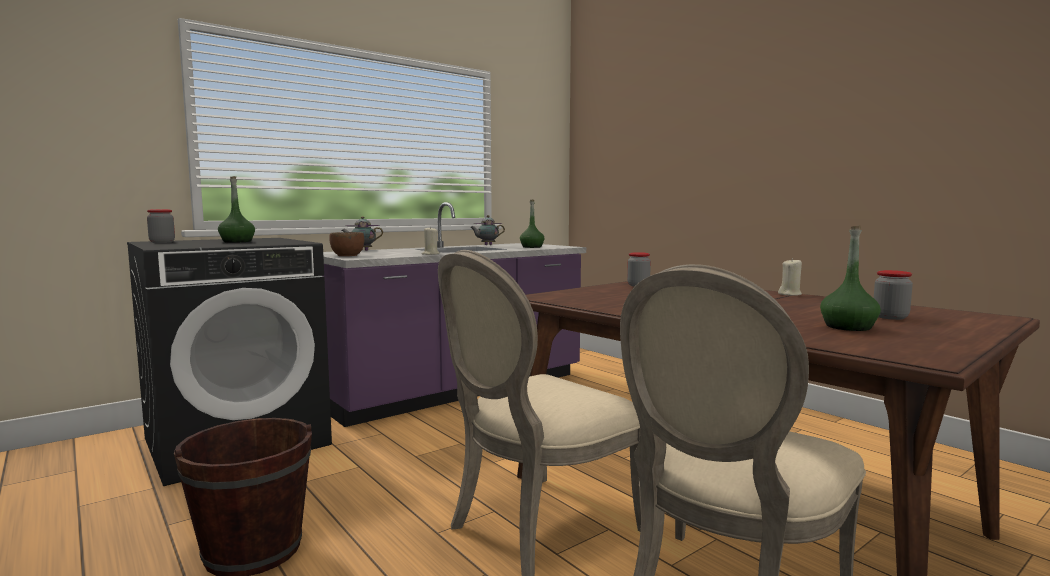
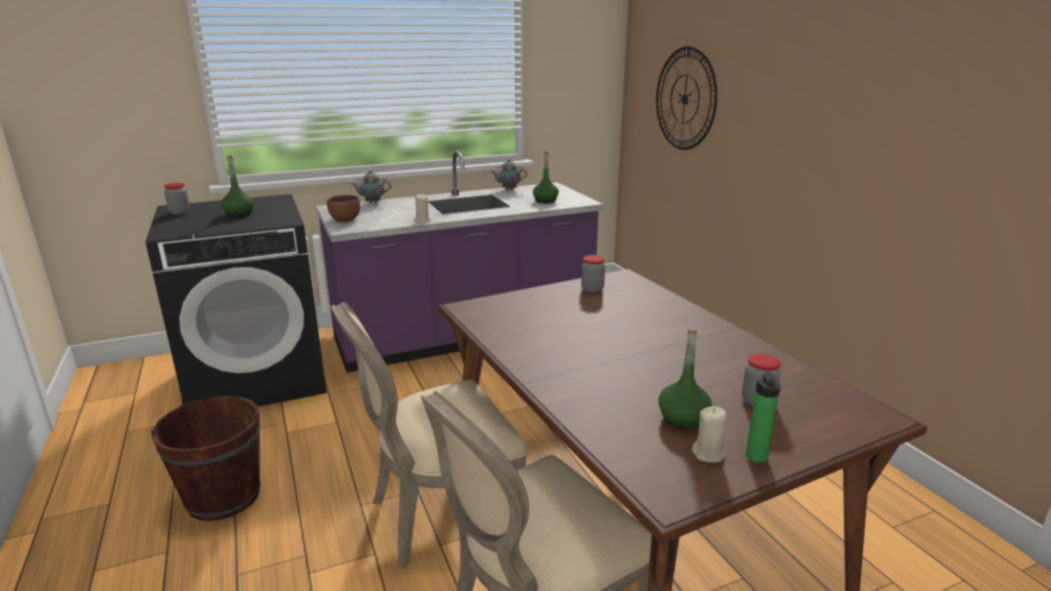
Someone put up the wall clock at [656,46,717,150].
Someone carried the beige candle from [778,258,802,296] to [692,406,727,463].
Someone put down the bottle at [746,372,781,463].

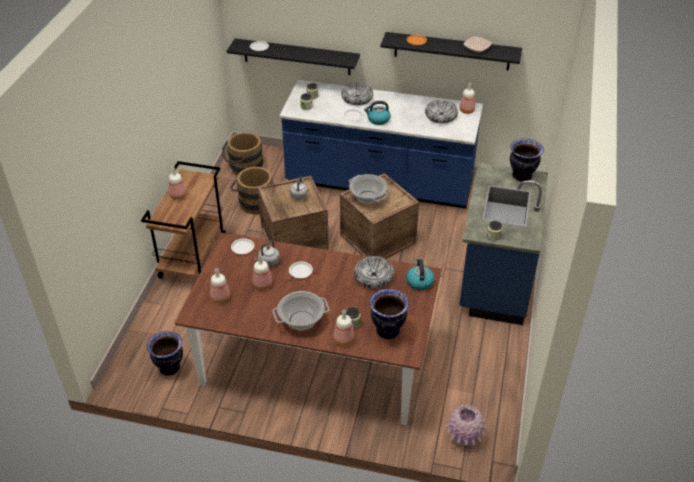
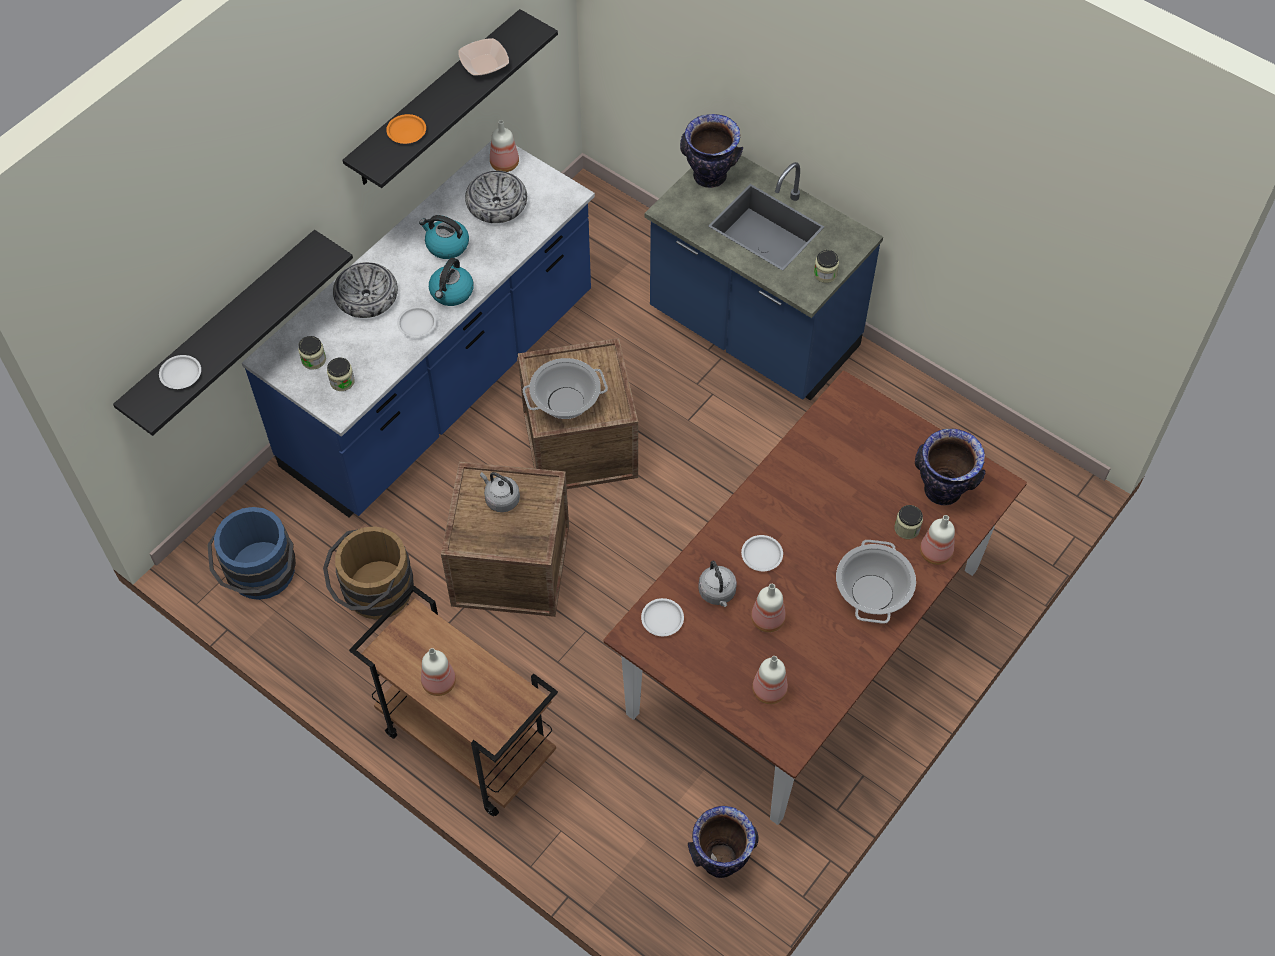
Someone repainted the brown bucket at [222,132,263,176], which became the blue bucket at [207,507,296,600].
Someone carried the kettle from [406,258,434,290] to [419,215,469,259].
Someone took away the bowl at [354,256,394,288].
Someone took away the pink vase at [445,404,487,446].

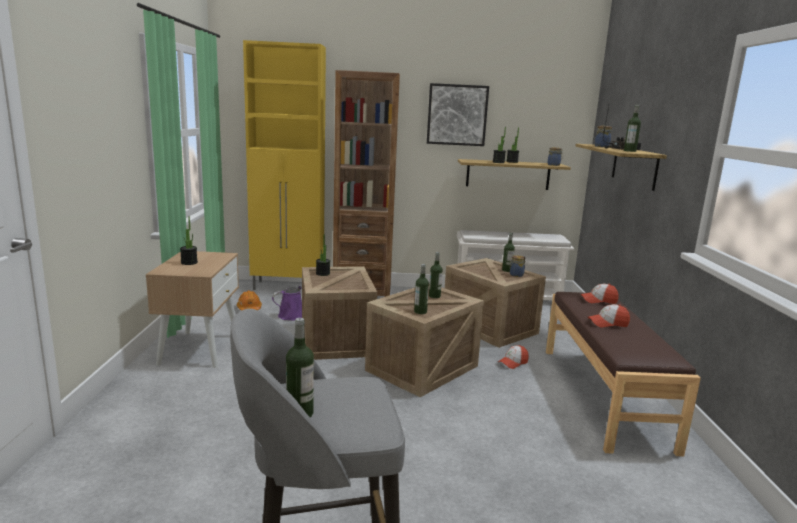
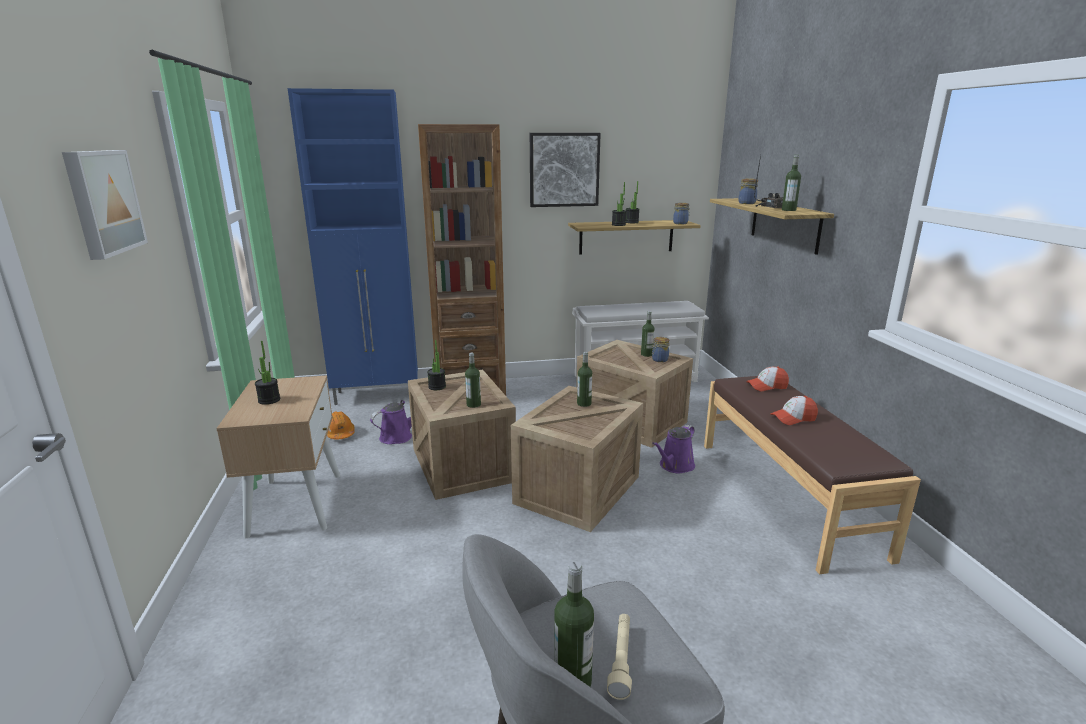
Someone put up the picture at [62,150,148,260].
Someone repainted the yellow cabinet at [243,40,326,290], which became the blue cabinet at [288,88,418,405].
Someone carried the bottle from [414,264,429,314] to [465,352,481,408].
Someone put down the beige flashlight at [607,614,632,700].
Someone swapped the cap at [498,345,529,369] for the purple watering can at [652,425,695,474].

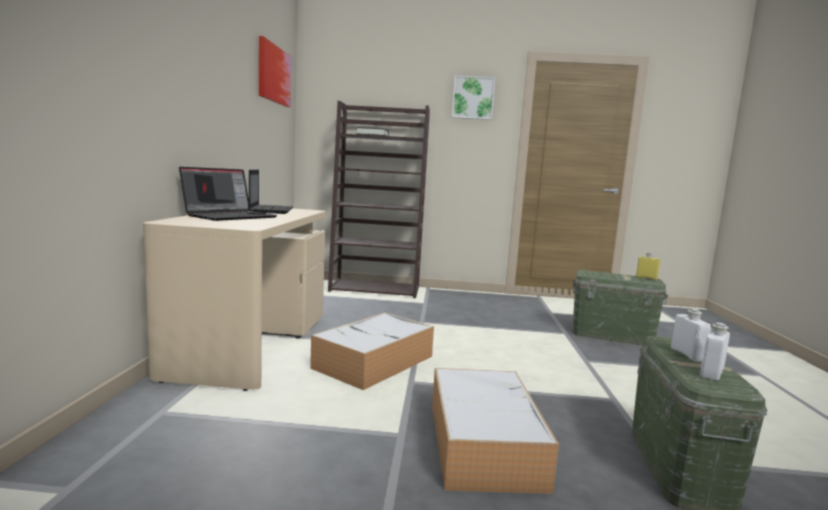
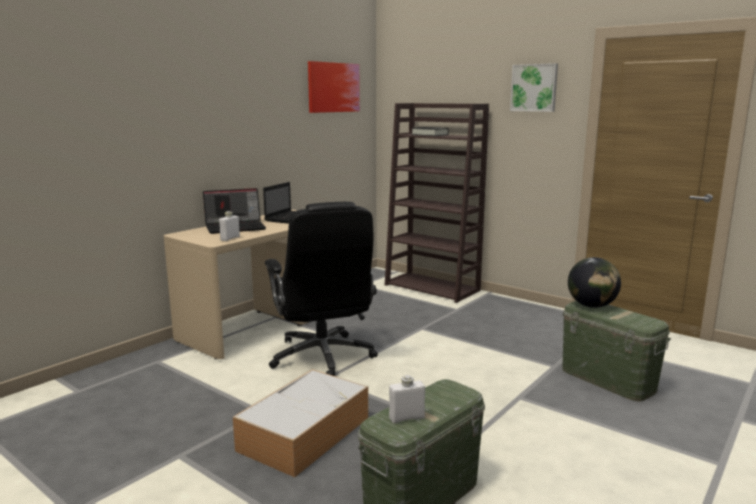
Someone carried the white bottle from [671,309,711,362] to [219,211,240,241].
Someone swapped the storage box at [310,312,434,390] for the black office chair at [265,202,378,376].
Someone put down the globe at [568,257,621,308].
Someone took away the yellow bottle at [636,252,660,280].

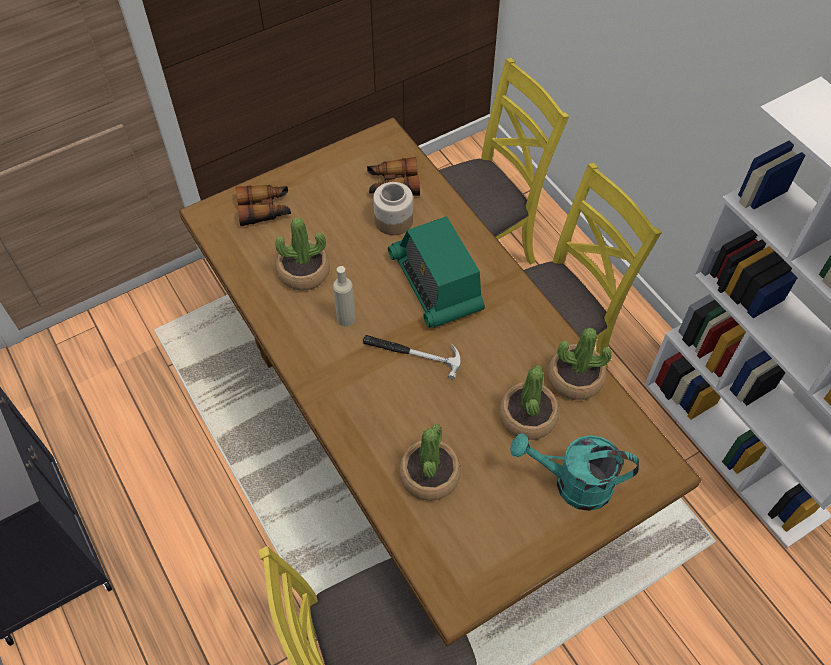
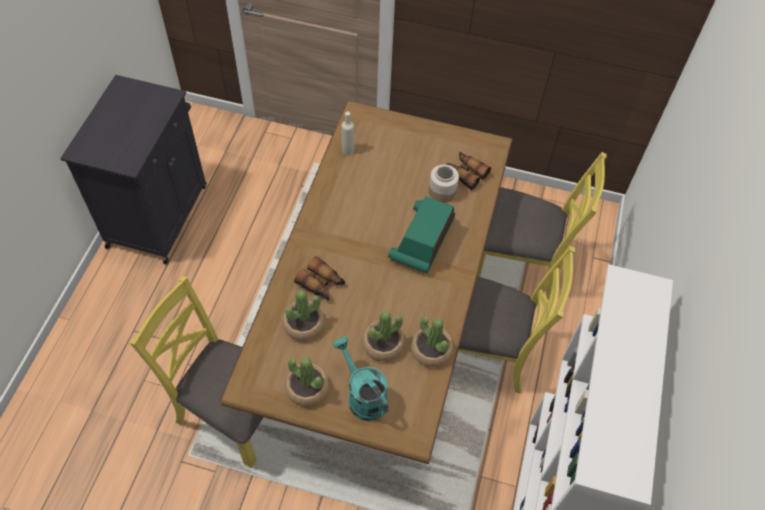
Someone carried the potted plant from [275,217,330,291] to [285,357,329,406].
Someone carried the binoculars from [236,185,291,226] to [294,256,345,300].
Someone carried the beige bottle from [333,266,356,327] to [341,112,354,155].
Someone took away the hammer at [363,335,460,380].

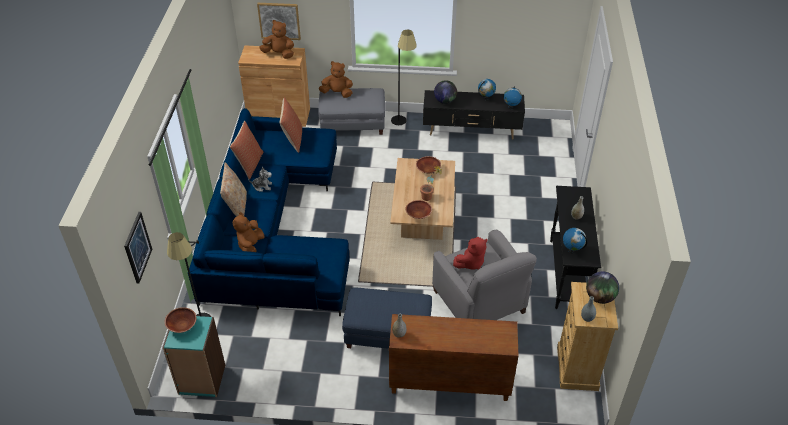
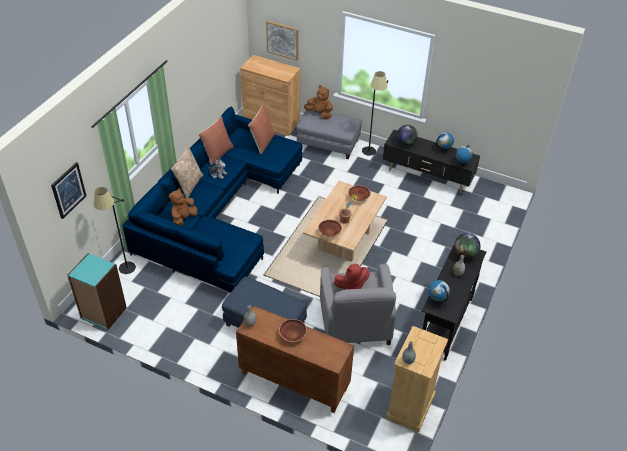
Someone carried the brown bowl from [165,307,196,333] to [279,319,307,342].
Someone carried the globe from [586,271,619,304] to [454,233,480,259].
Someone took away the brown plush toy at [259,20,294,59].

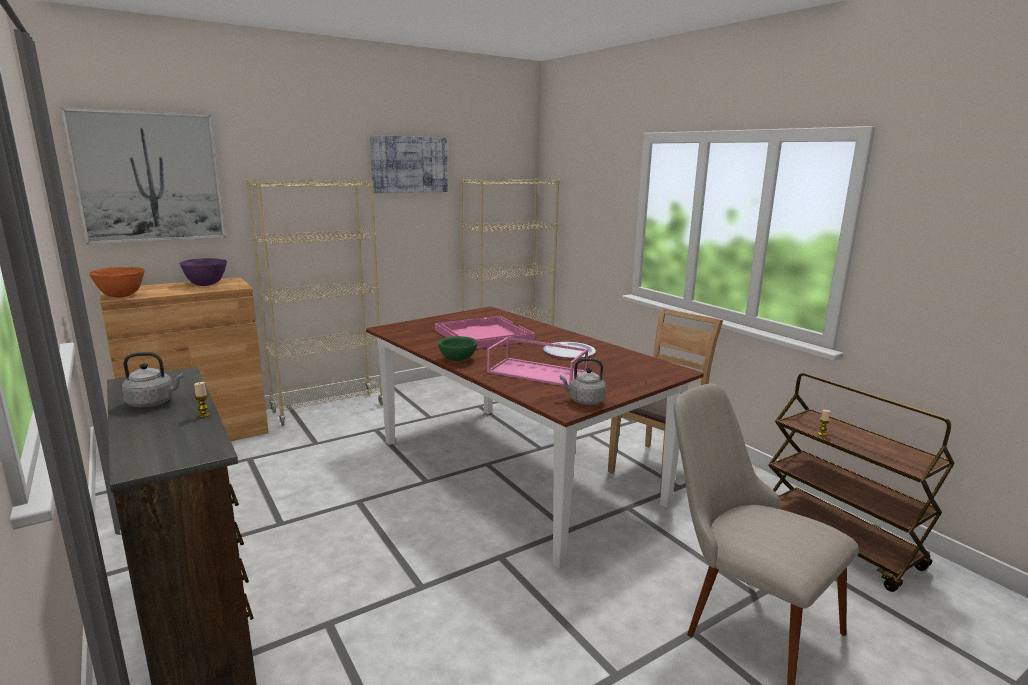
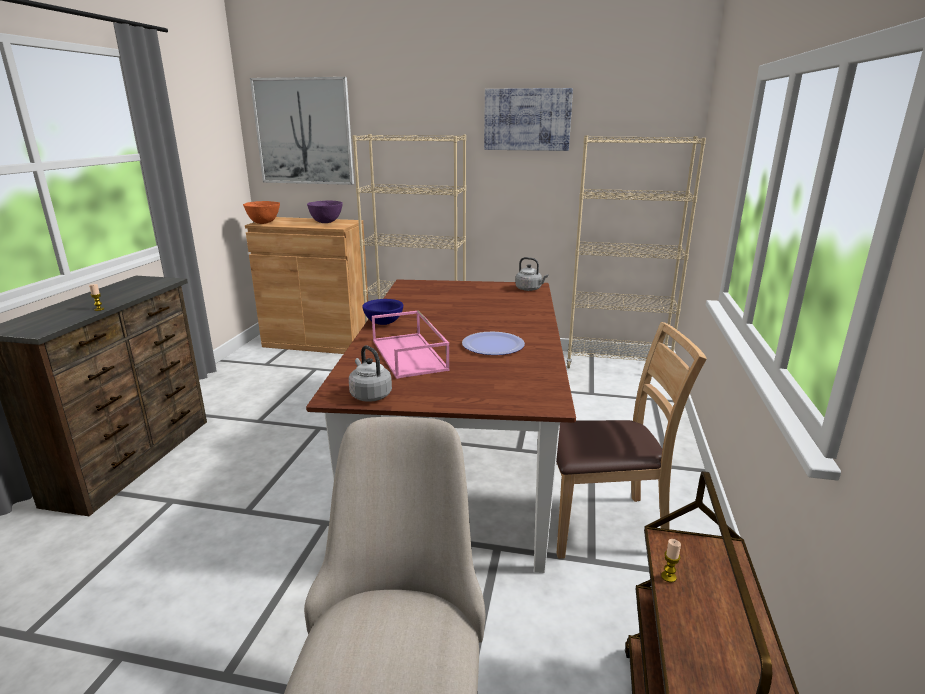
Someone repainted the green bowl at [438,336,478,361], which became the blue bowl at [362,299,403,325].
Someone carried the grey kettle from [121,352,184,408] to [515,257,548,291].
Someone took away the pink tray at [435,316,535,349].

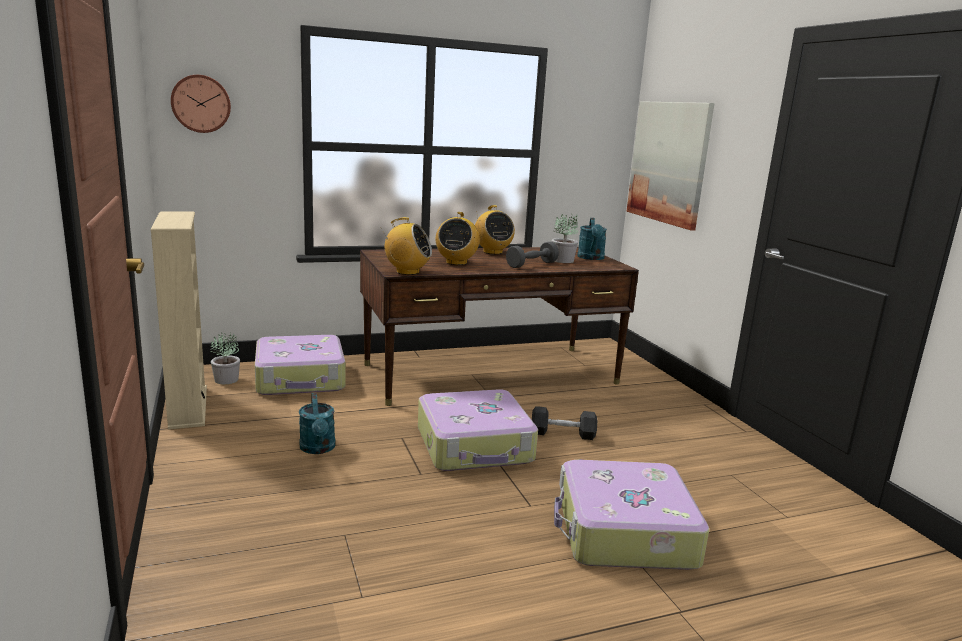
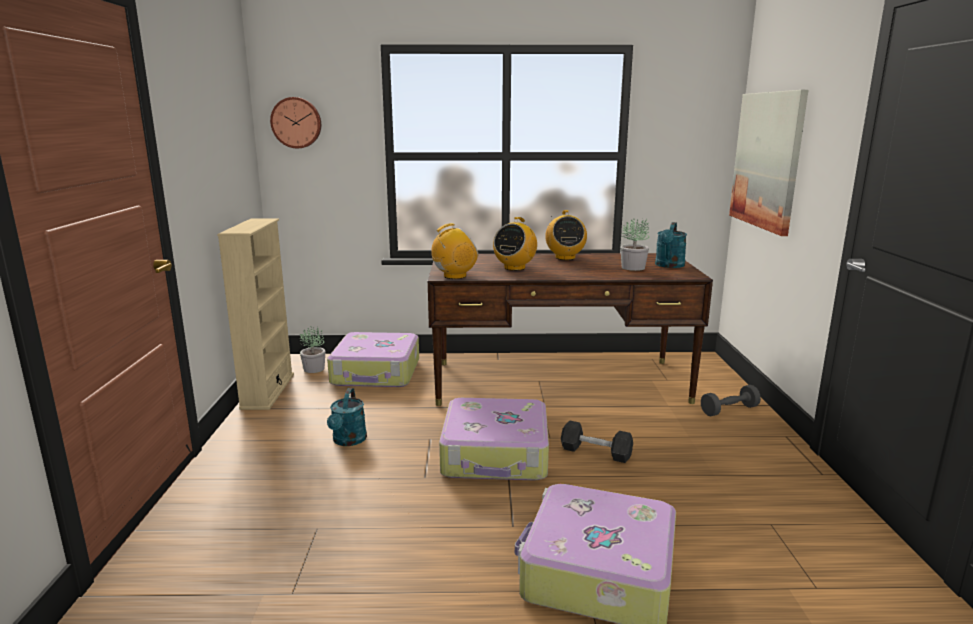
Someone rotated the radio at [382,217,432,275] by 60 degrees counterclockwise.
Someone carried the grey dumbbell from [506,242,559,268] to [701,385,761,417].

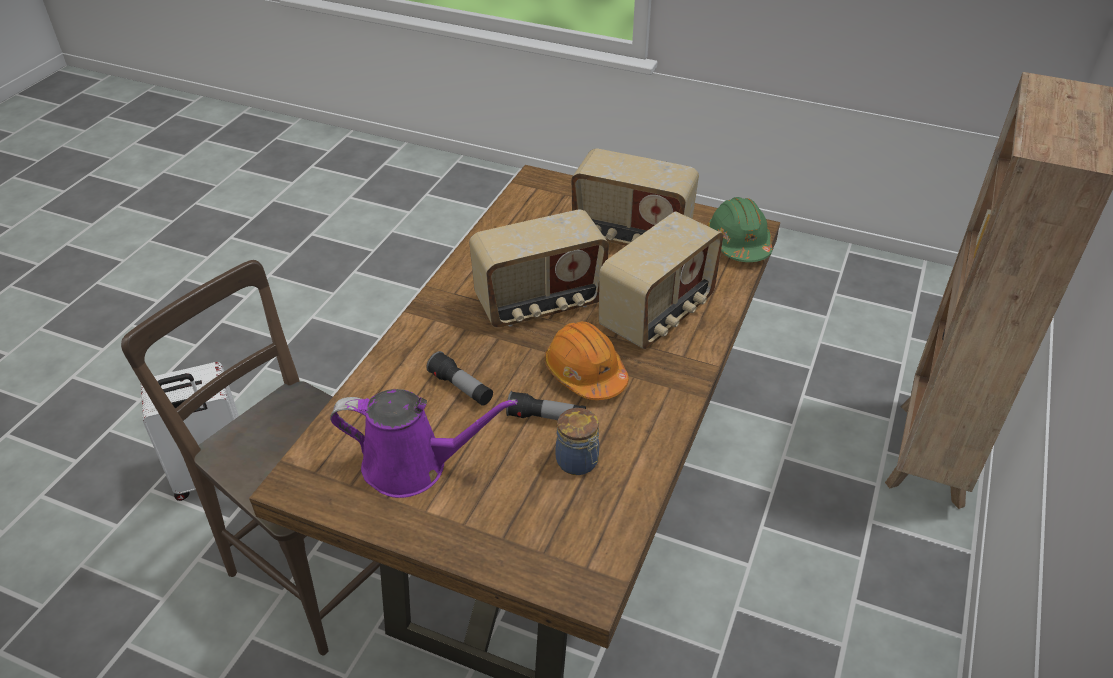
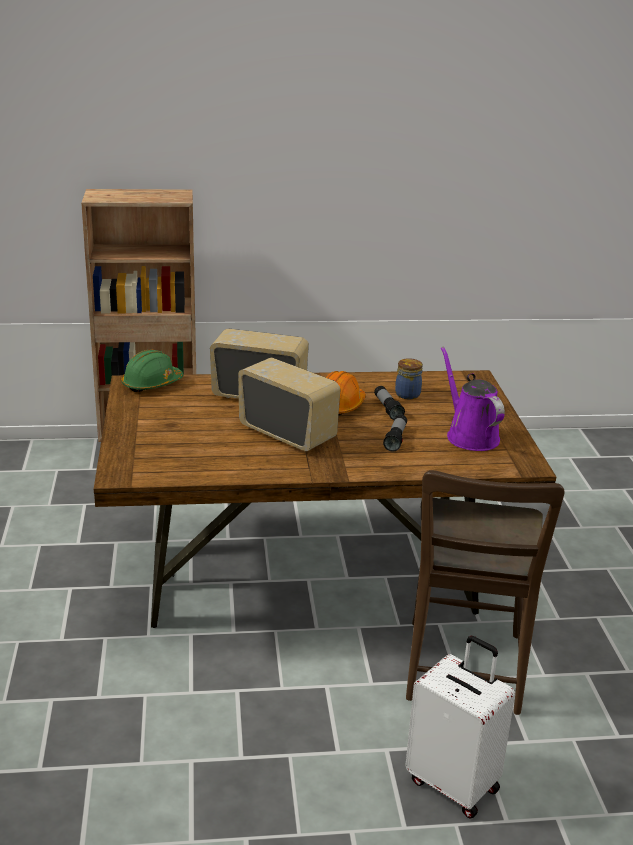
Someone took away the radio at [571,148,699,246].

